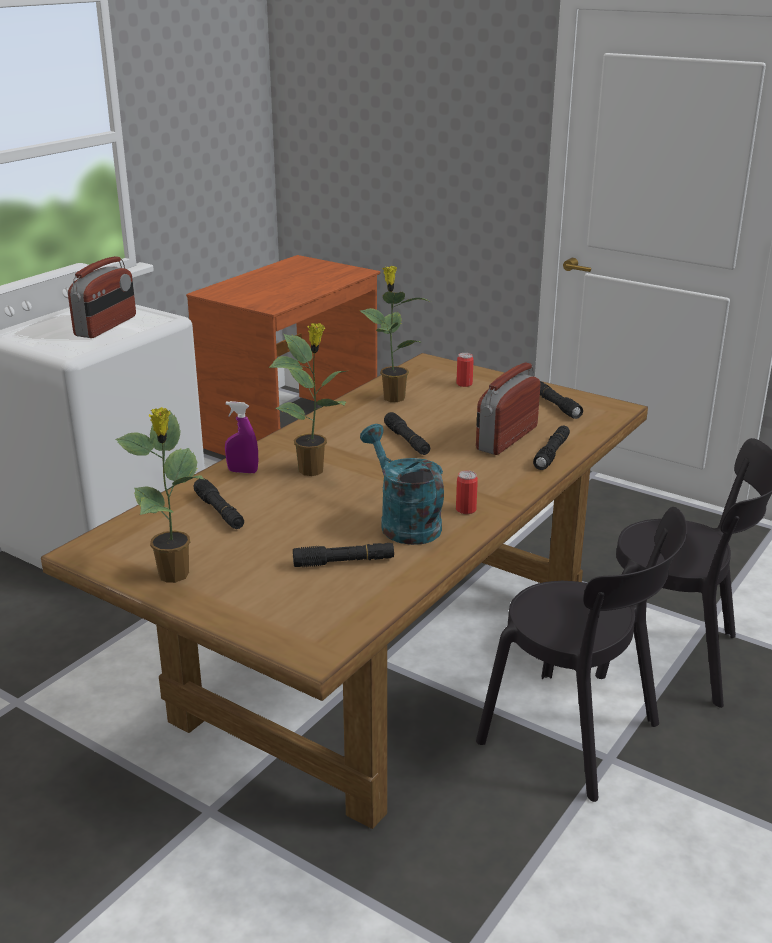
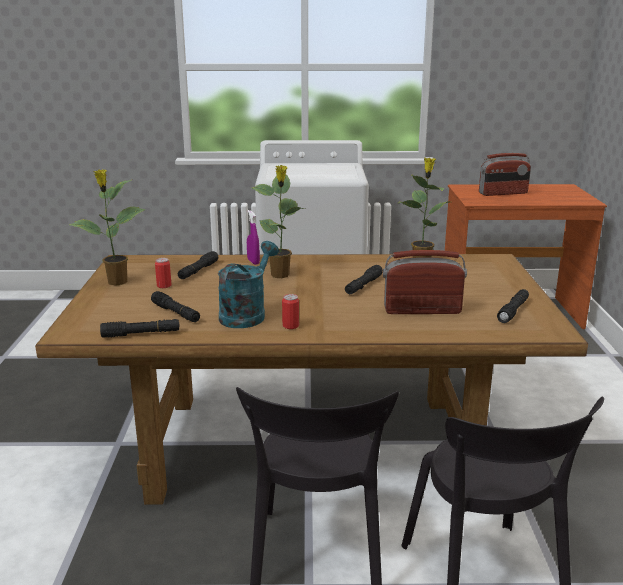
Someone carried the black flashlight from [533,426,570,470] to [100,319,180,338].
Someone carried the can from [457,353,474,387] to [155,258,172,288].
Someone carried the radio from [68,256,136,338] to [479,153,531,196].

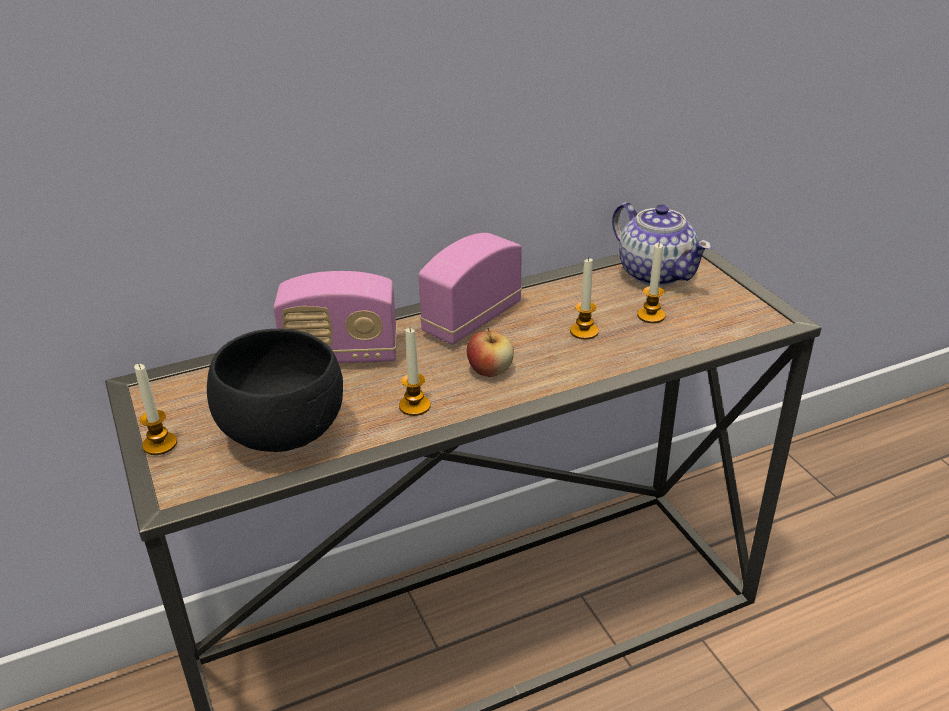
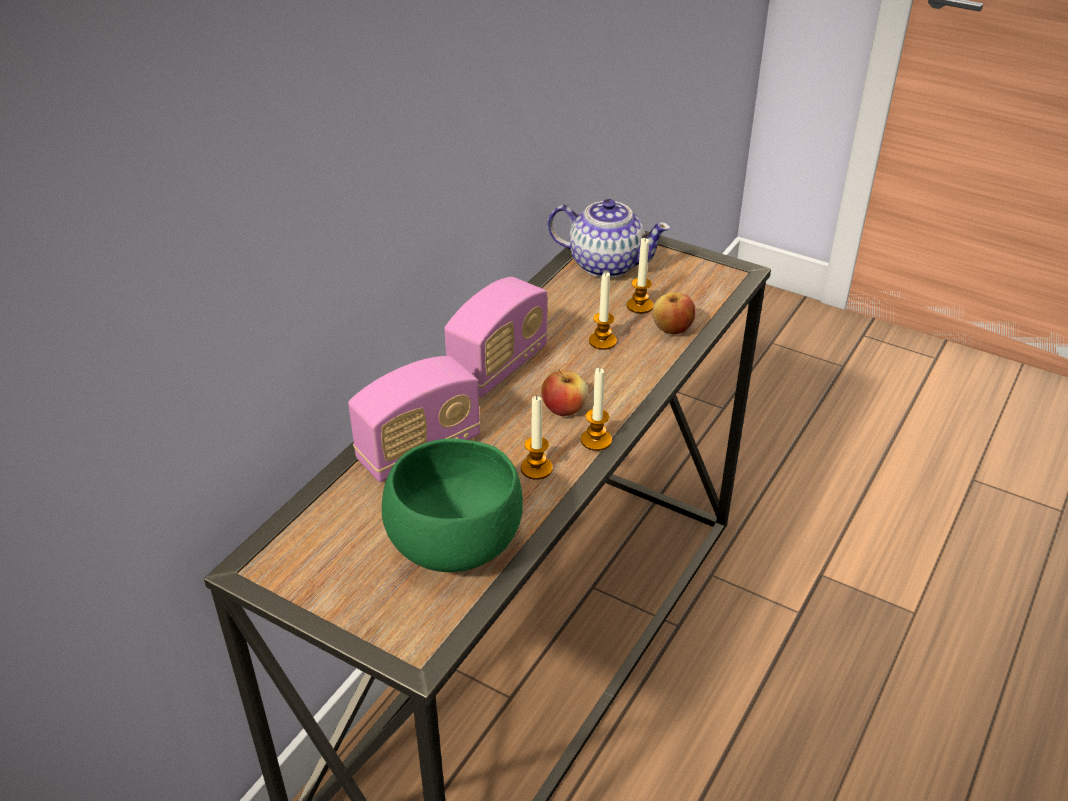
Someone repainted the black bowl at [207,329,343,452], which became the green bowl at [382,438,523,572].
Someone rotated the radio at [418,233,522,345] by 150 degrees counterclockwise.
Someone carried the candle from [134,363,177,455] to [581,368,612,451].
Someone put down the apple at [652,293,696,334].

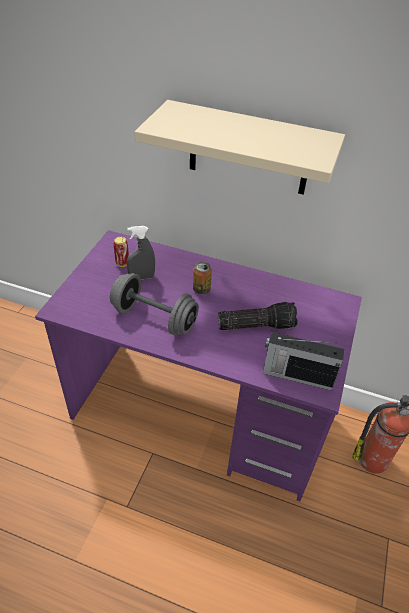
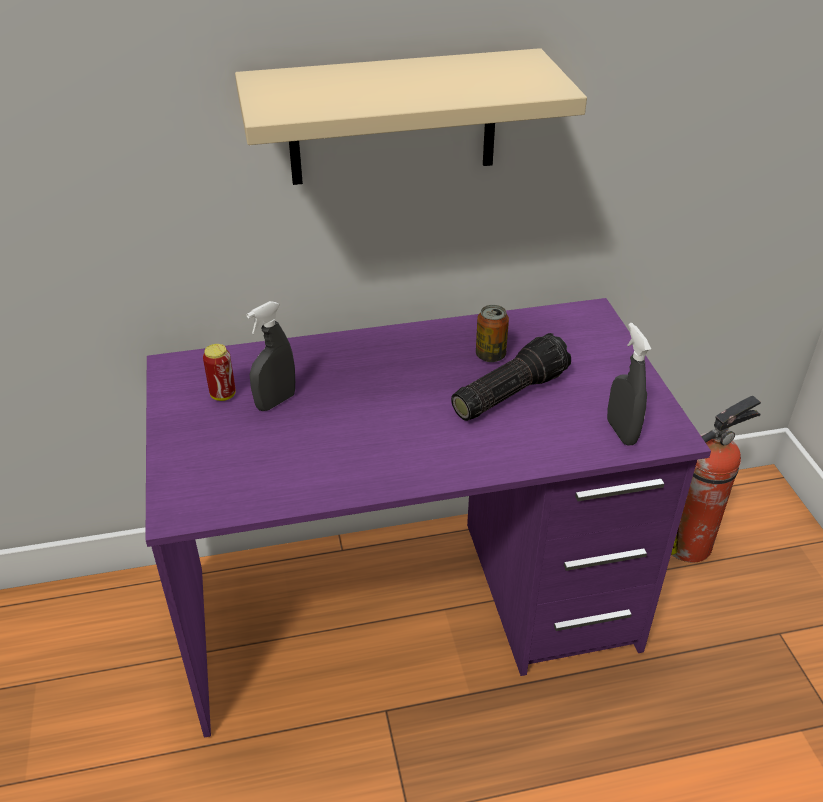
Someone carried the can from [193,262,212,294] to [476,305,509,362].
Someone swapped the radio at [263,332,344,391] for the grey spray bottle at [607,323,651,446].
Someone took away the grey dumbbell at [110,273,199,335].

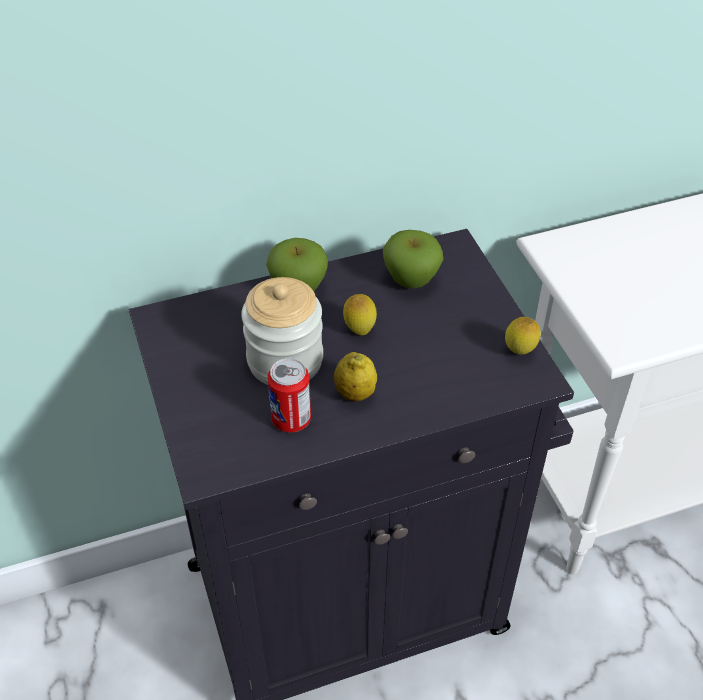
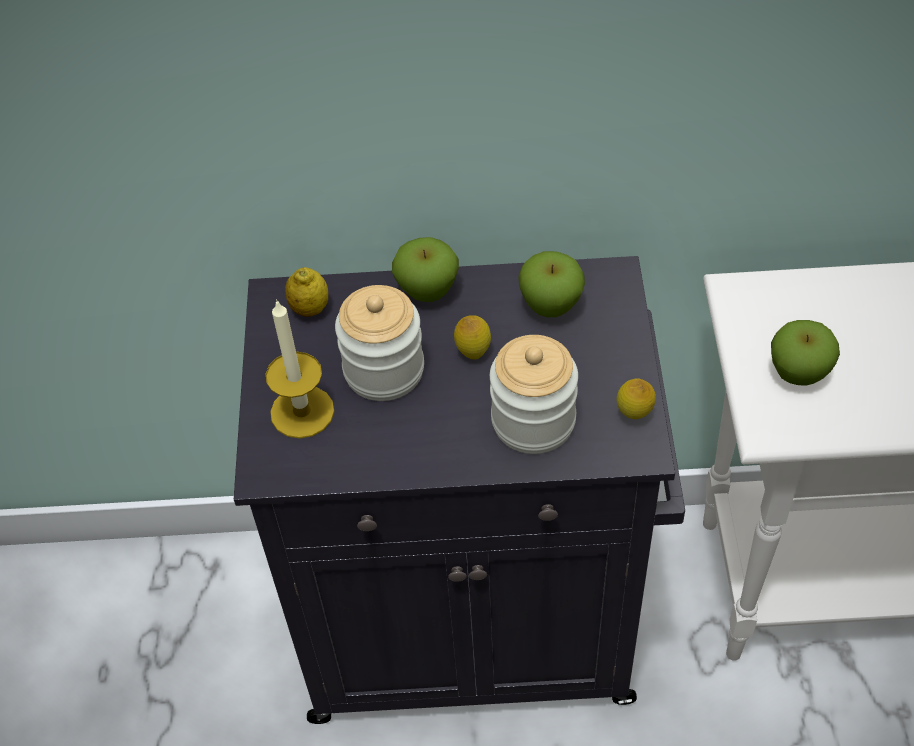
Someone put down the candle at [266,299,334,439].
Someone carried the lemon from [334,352,377,402] to [285,267,328,317].
Someone put down the jar at [490,335,578,454].
Someone put down the apple at [771,320,840,386].
Someone took away the can at [267,358,311,432].

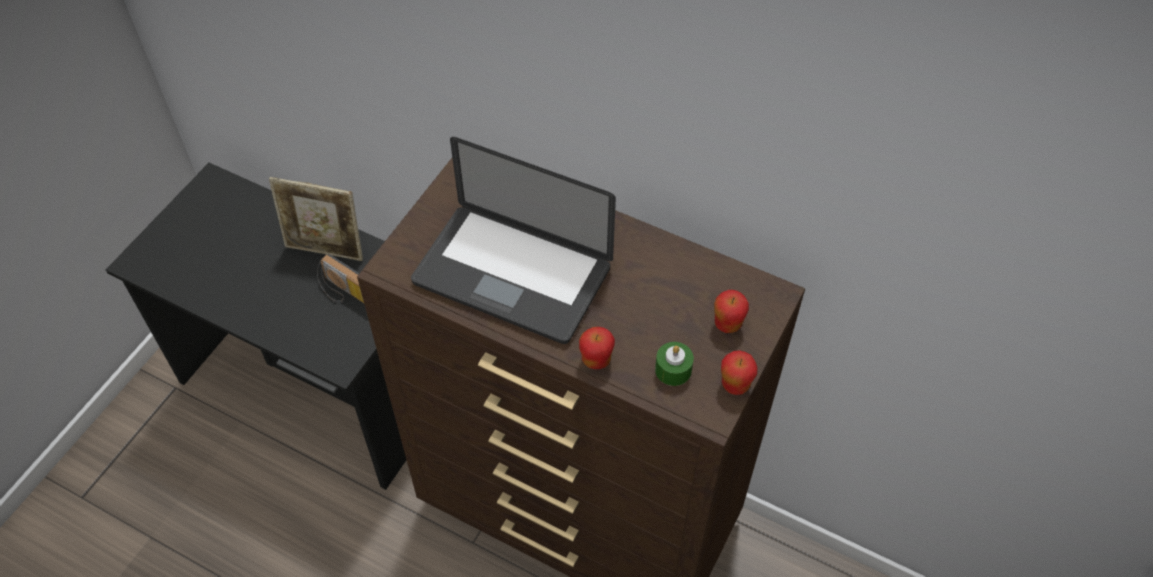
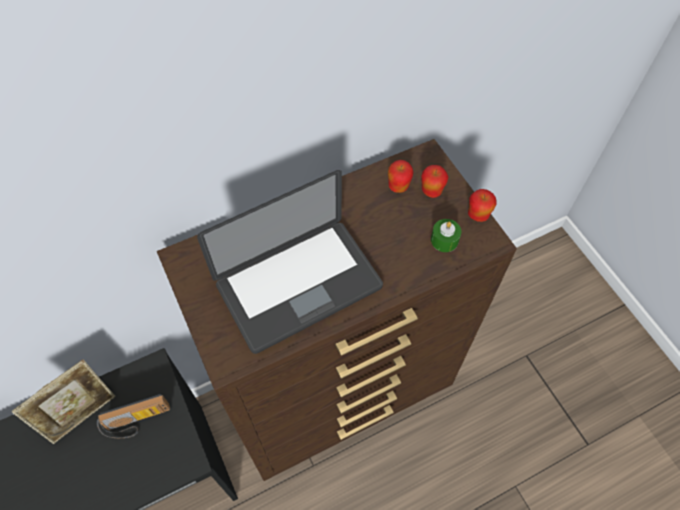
Someone carried the apple from [579,327,615,369] to [388,160,414,193].

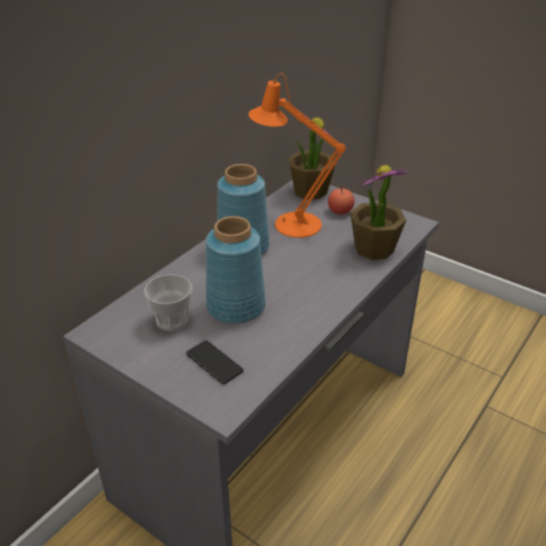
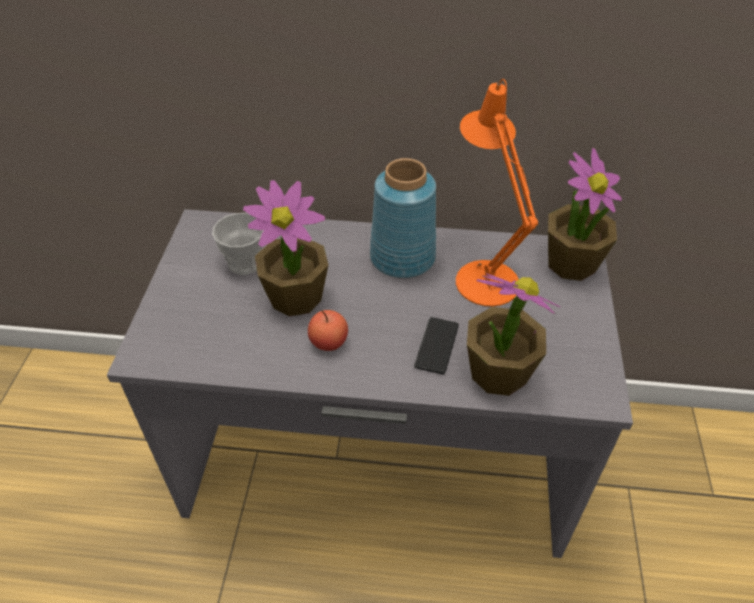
Someone swapped the blue vase at [206,216,266,324] for the potted plant at [243,180,328,316].
Someone carried the apple from [328,187,355,215] to [308,310,348,351].
Someone carried the phone from [186,340,244,384] to [414,317,459,374].

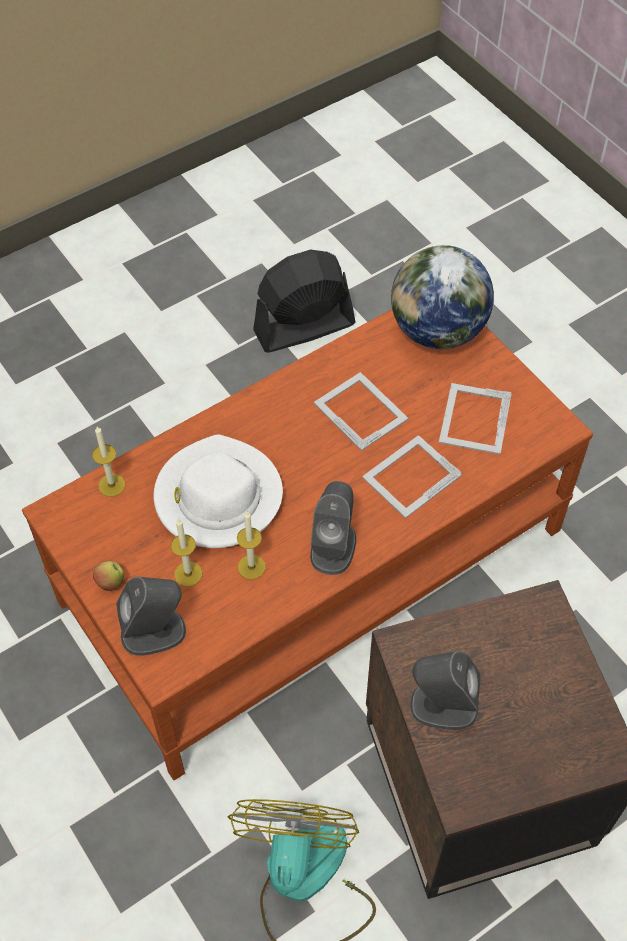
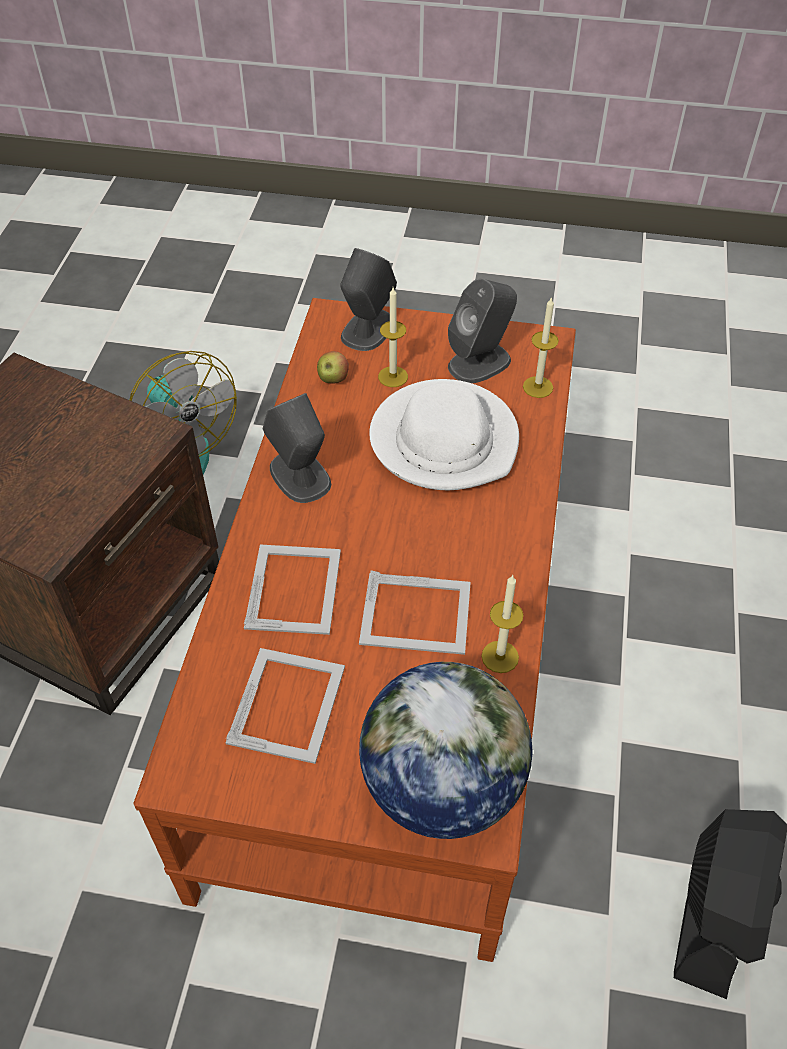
Someone rotated the picture frame at [439,383,512,454] by 45 degrees clockwise.
Someone carried the apple from [93,561,124,591] to [317,351,349,383].
Someone carried the grey speaker from [410,651,481,730] to [448,279,517,383].
Someone carried the candle from [237,512,266,580] to [481,574,523,673].

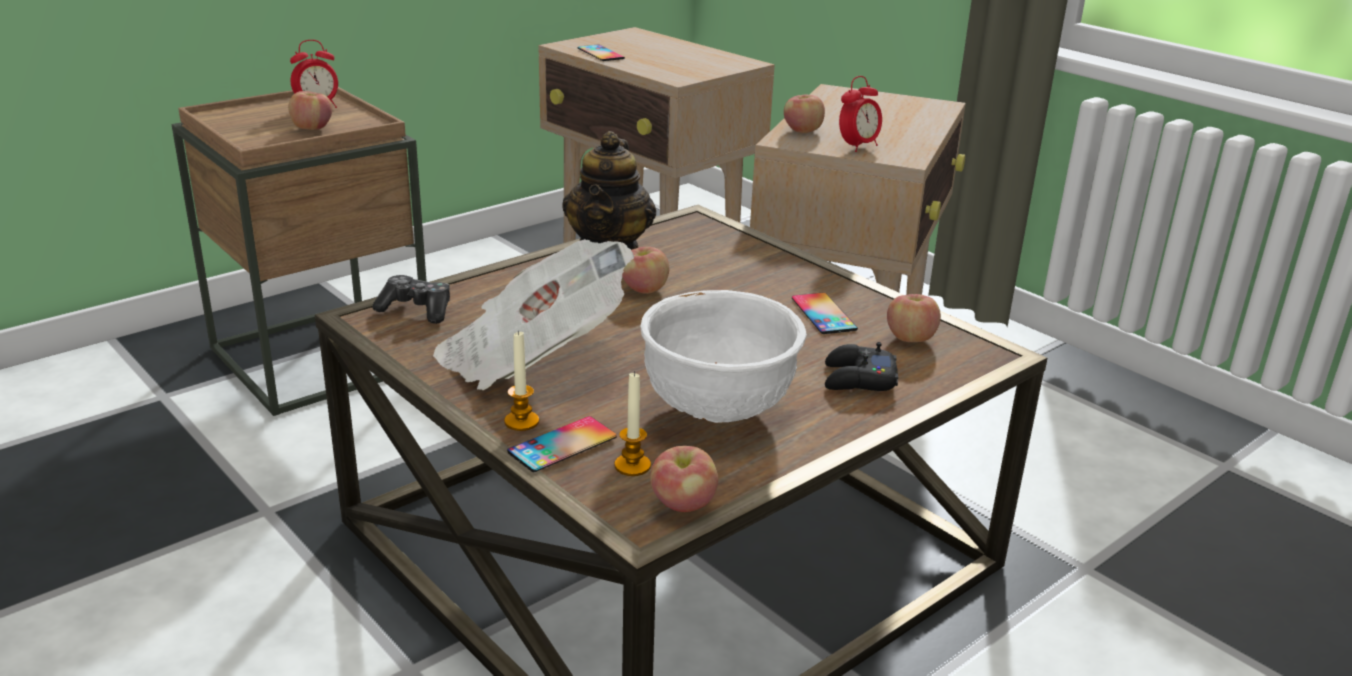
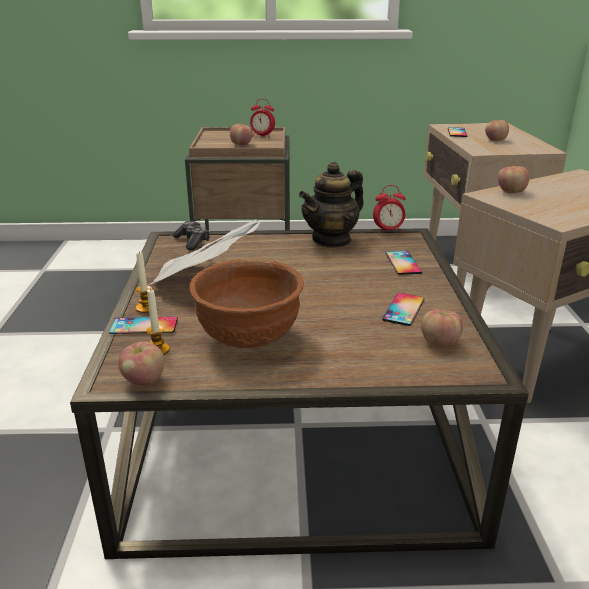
Someone repainted the white bowl at [640,290,807,423], which became the brown bowl at [190,259,304,349].
Someone carried the alarm clock from [839,76,882,152] to [373,185,406,234].
Someone put down the phone at [386,251,422,275].
Someone carried the apple from [622,247,669,294] to [485,120,509,141].
Someone took away the black game controller at [825,342,898,391].

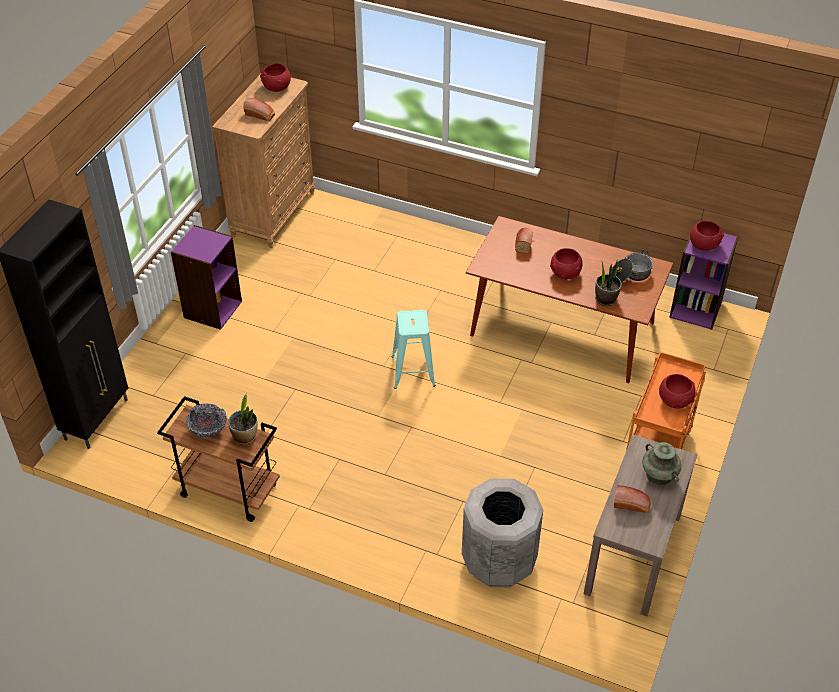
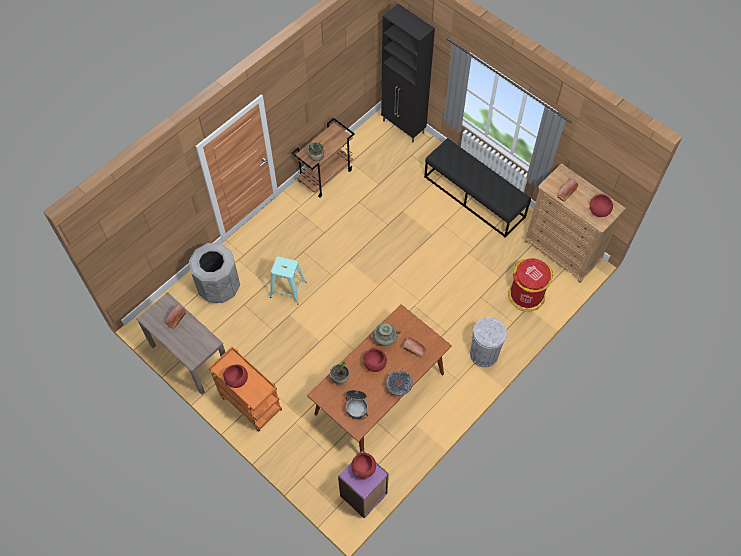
Someone carried the turquoise stool from [391,310,436,389] to [270,256,306,305].
Someone carried the turquoise vase from [643,442,681,486] to [370,323,401,347].
Someone carried the bowl from [186,403,227,438] to [386,371,413,396].
Someone swapped the purple bookcase at [171,225,242,330] for the black bench at [424,138,531,238].
Someone put down the grey trash can at [470,317,507,367].
Someone put down the red trash can at [508,258,553,312].

